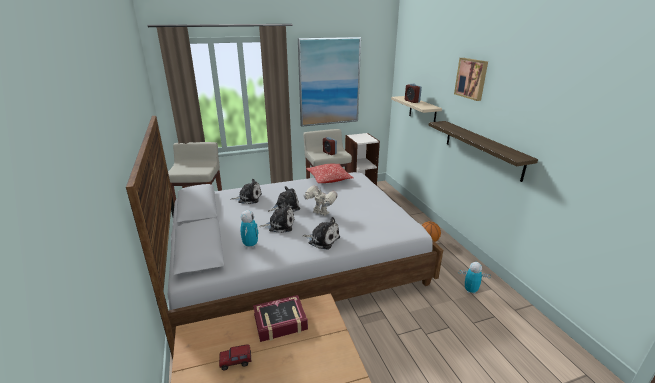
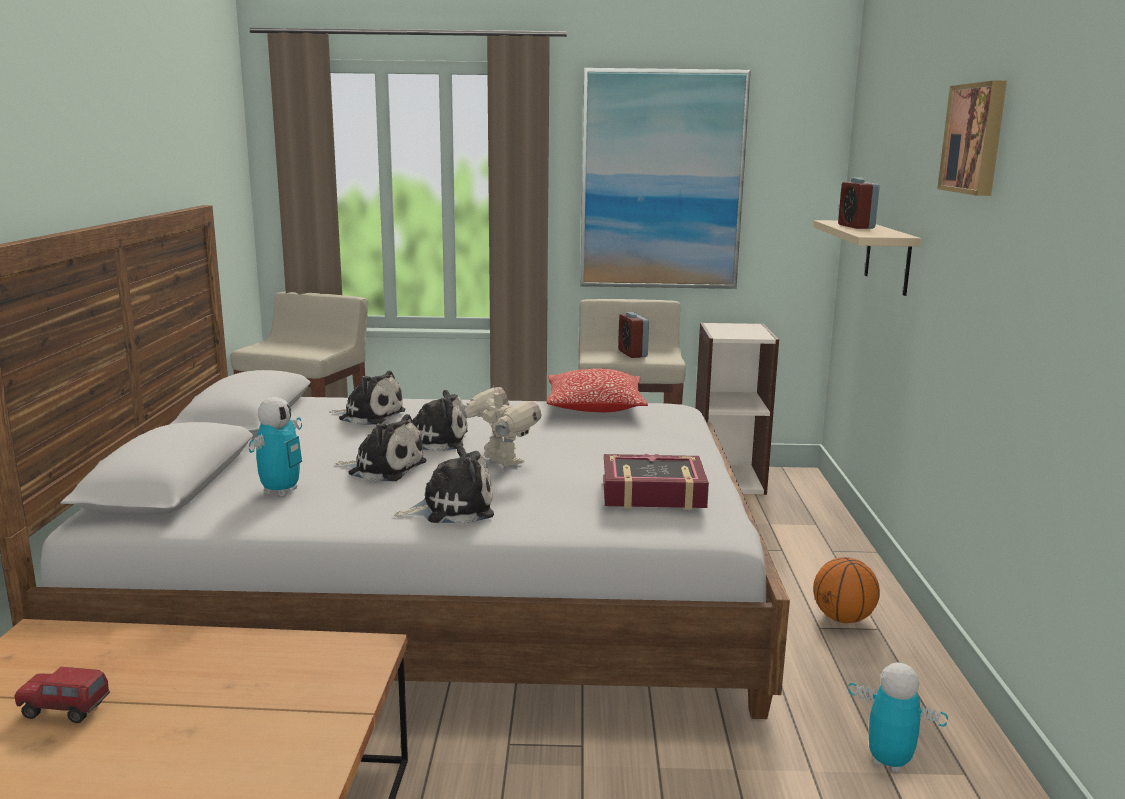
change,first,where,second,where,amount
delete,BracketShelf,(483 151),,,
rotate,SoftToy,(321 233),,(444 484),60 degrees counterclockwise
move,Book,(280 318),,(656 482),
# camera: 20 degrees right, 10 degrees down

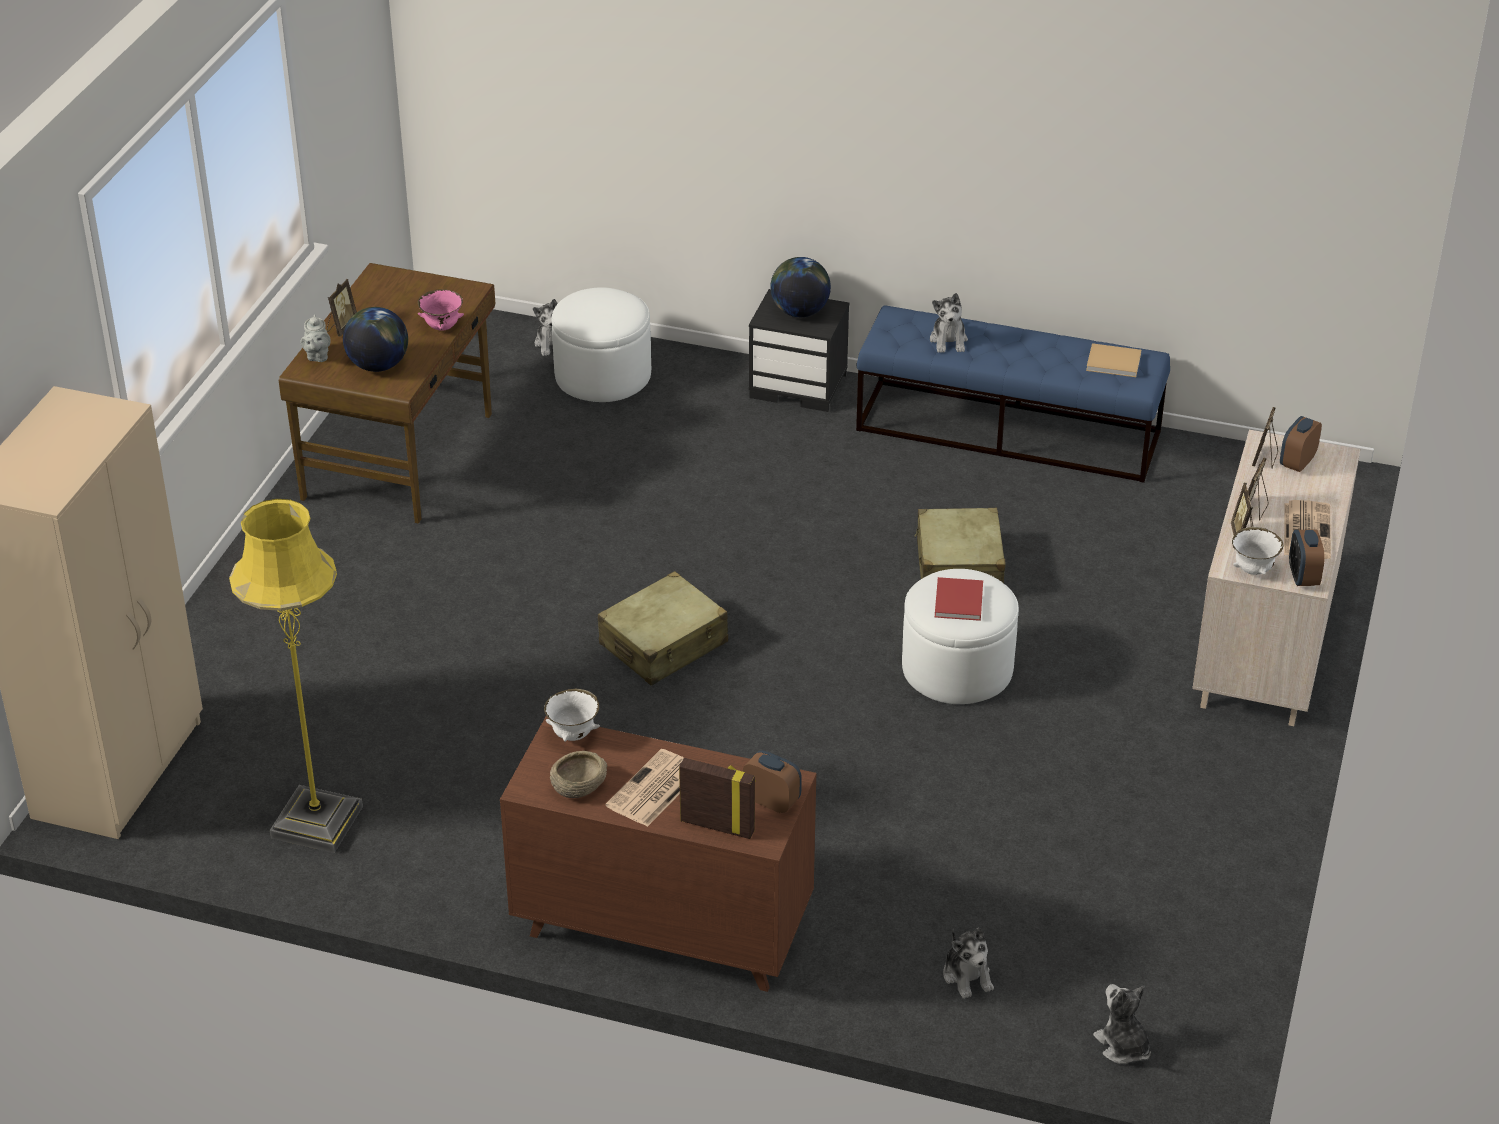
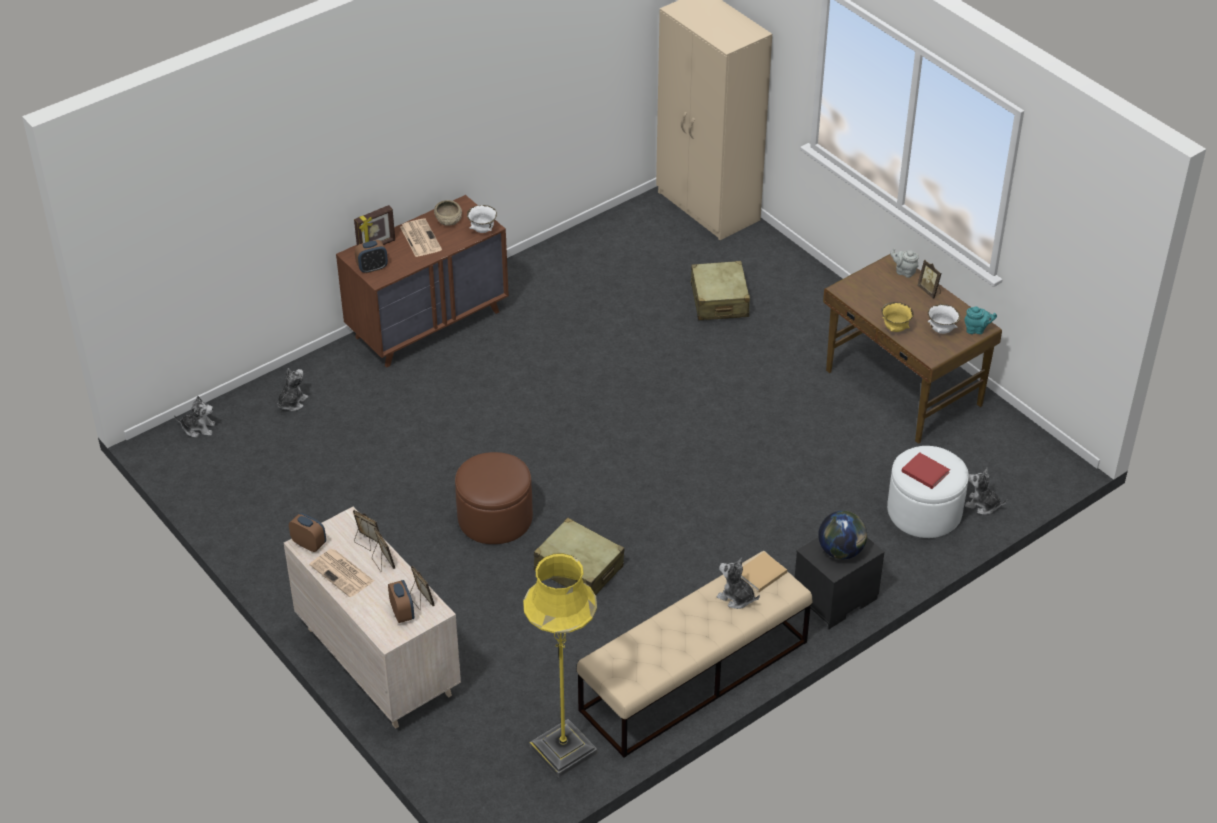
change,first,where,second,where,amount
recolor,PinkBowl,(441 310),YellowishBowl,(897 317),
recolor,BlueColouredIndoorBench,(1013 394),BeigeColouredIndoorBench,(694 654),
delete,DeskGlobe,(375 339),,,
move,BeigeColouredBook,(1113 360),,(763 572),
move,YellowishFloorLamp,(296 676),,(560 665),
move,WhiteBowl,(1258 551),,(944 319),
recolor,WhiteFootrest,(960 636),BrownColouredFootrest,(494 498),
move,BeigeColouredSuitcase,(663 628),,(720 290),
move,RedColouredBook,(959 599),,(925 470),
rotate,SoftToy,(968 963),,(293 389),105 degrees clockwise
insert,,,TurquoiseColouredTeaPot,(981 320),
# camera: 125 degrees right, 5 degrees up

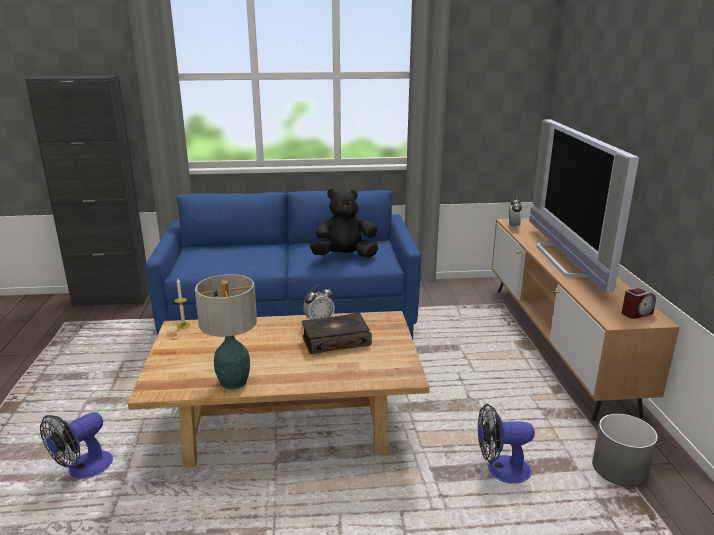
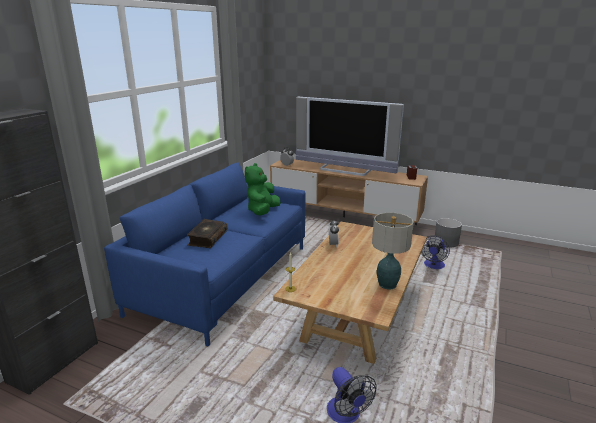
change,first,where,second,where,amount
recolor,BlackColouredSoftToy,(344 223),GreenishSoftToy,(263 189),
move,Book,(337 333),,(207 233),
# camera: 60 degrees left, 0 degrees up

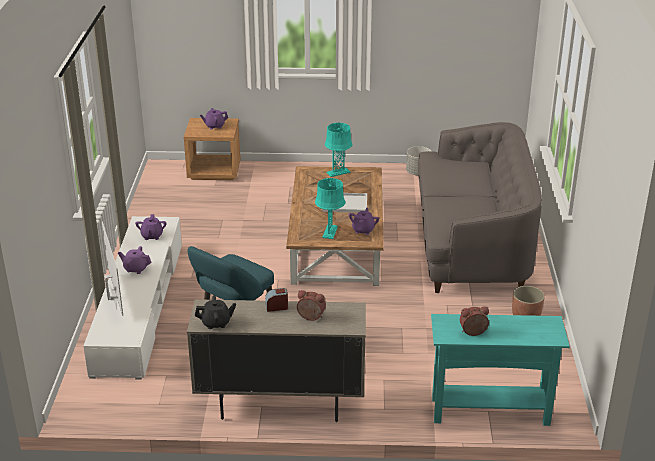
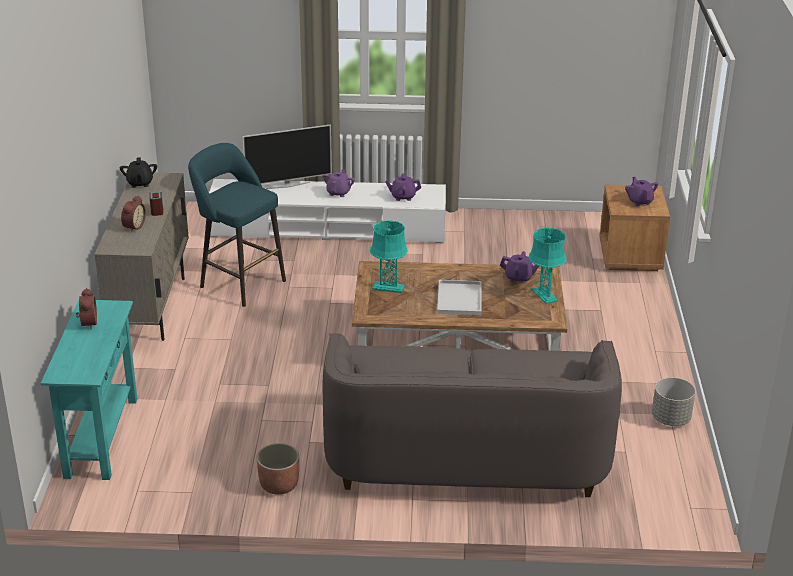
change,first,where,second,where,amount
move,PurplishTeaPot,(364 221),,(519 267),
# camera: 90 degrees right, 0 degrees up

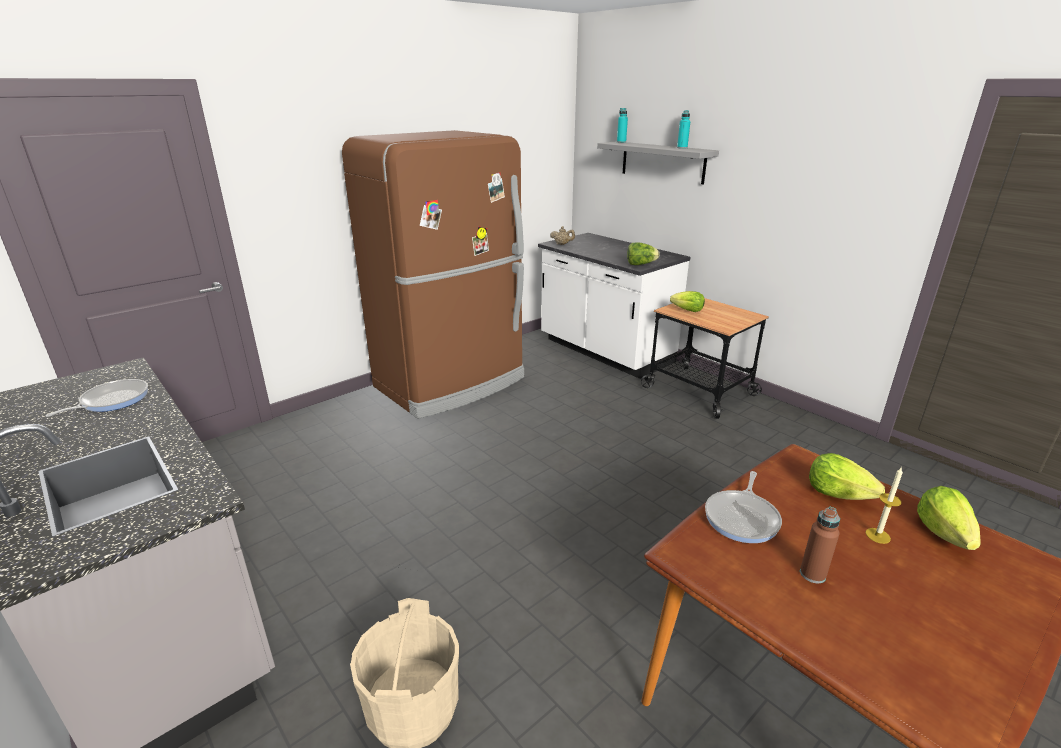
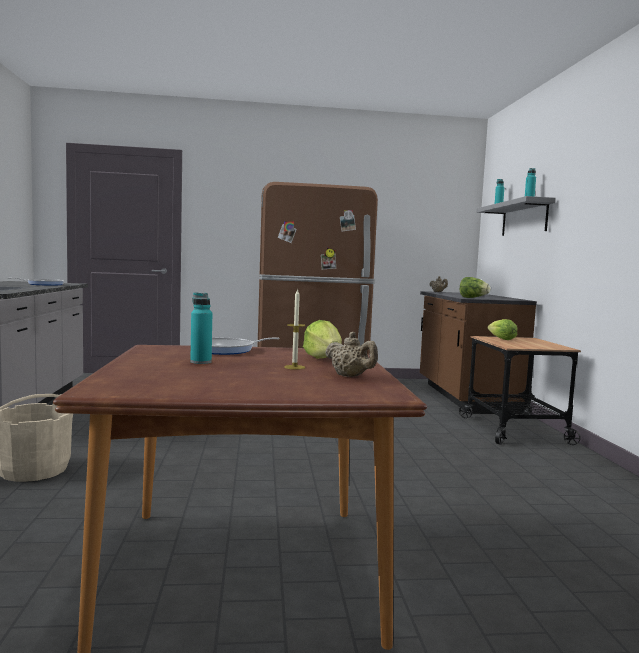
change,first,where,second,where,amount
recolor,WhiteKitchenCounter,(614 306),BrownColouredKitchenCounter,(478 352),
replace,HeadOfLettuce,(949 518),BeigeColouredTeaPot,(351 354),
recolor,BrownColouredBeverageBottle,(820 545),TurquoiseColouredBeverageBottle,(201 328),
# camera: 35 degrees right, 20 degrees down

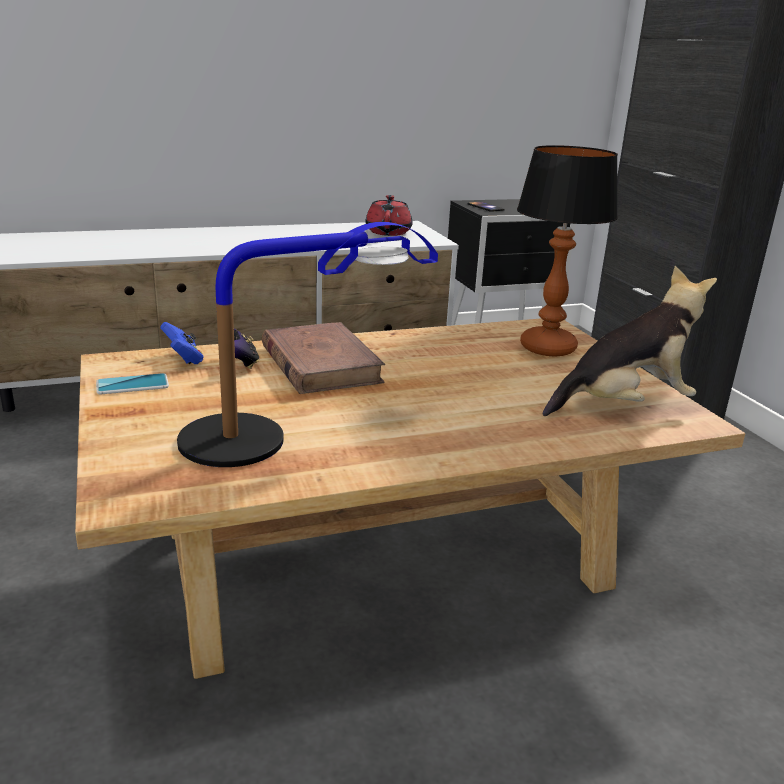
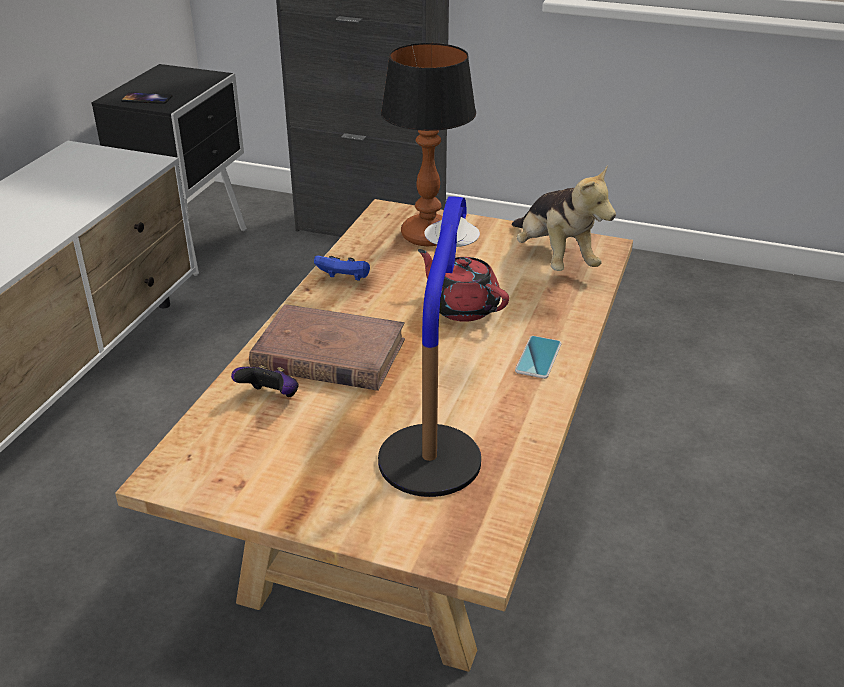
change,first,where,second,where,amount
move,RedColouredTeaPot,(389 215),,(463 285),
rotate,SoftToy,(629 341),,(564 218),135 degrees clockwise
move,BlueColouredJoypad,(182 343),,(342 268),
move,Handset,(132 383),,(538 357),
# camera: 50 degrees left, 10 degrees up

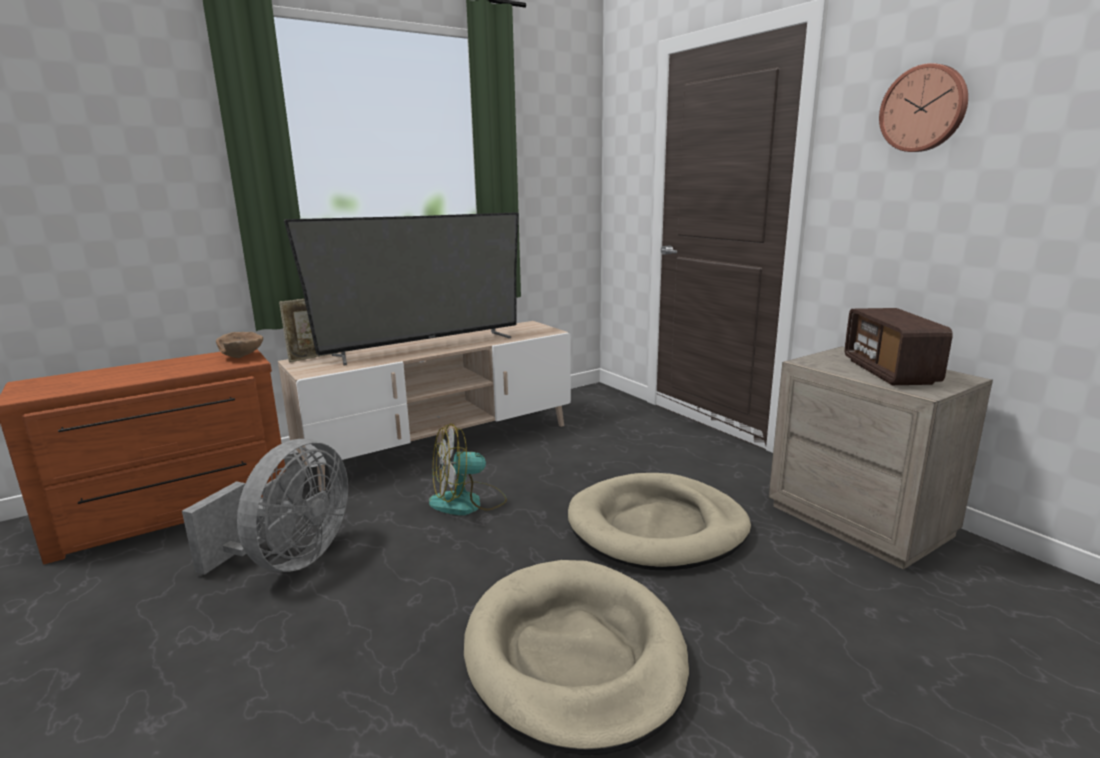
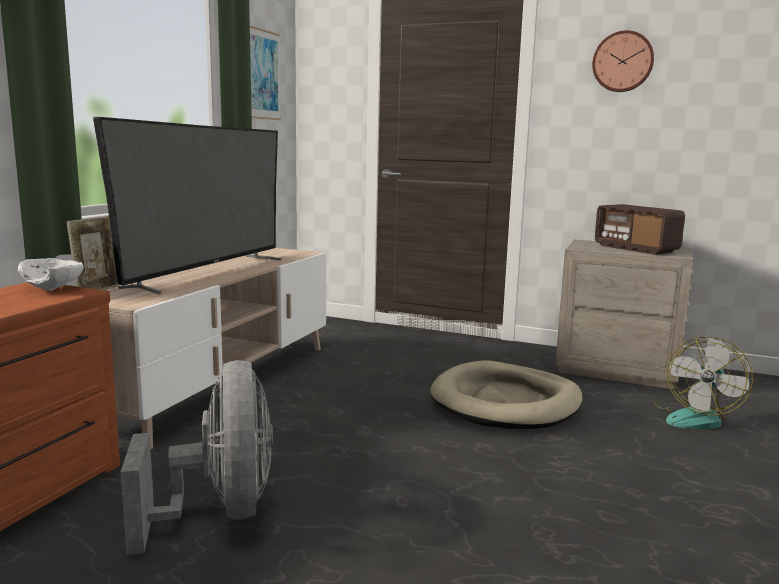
change,first,where,second,where,amount
recolor,BrownColouredBowl,(239 345),WhiteBowl,(51 274),
move,CoolingFan,(468 469),,(703 383),
delete,BeigeColouredDogCushion,(576 657),,,
insert,,,WallArt,(265 73),
# camera: 35 degrees left, 5 degrees down

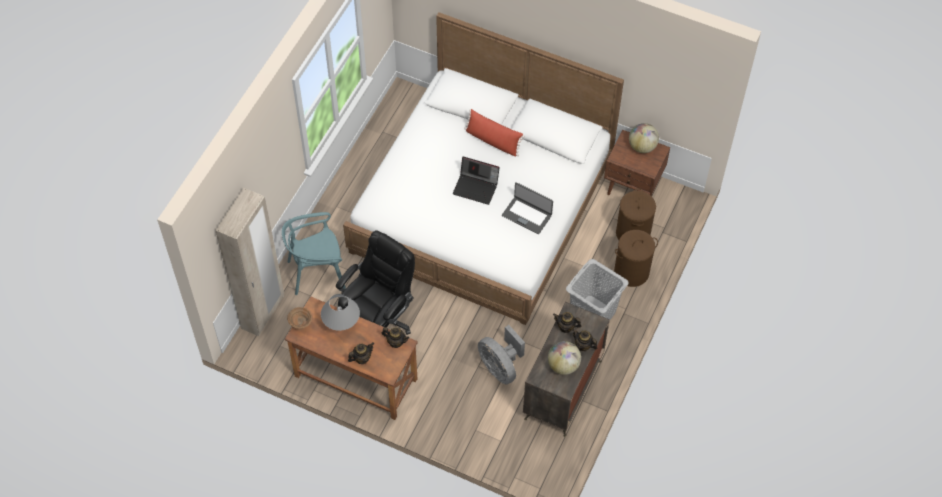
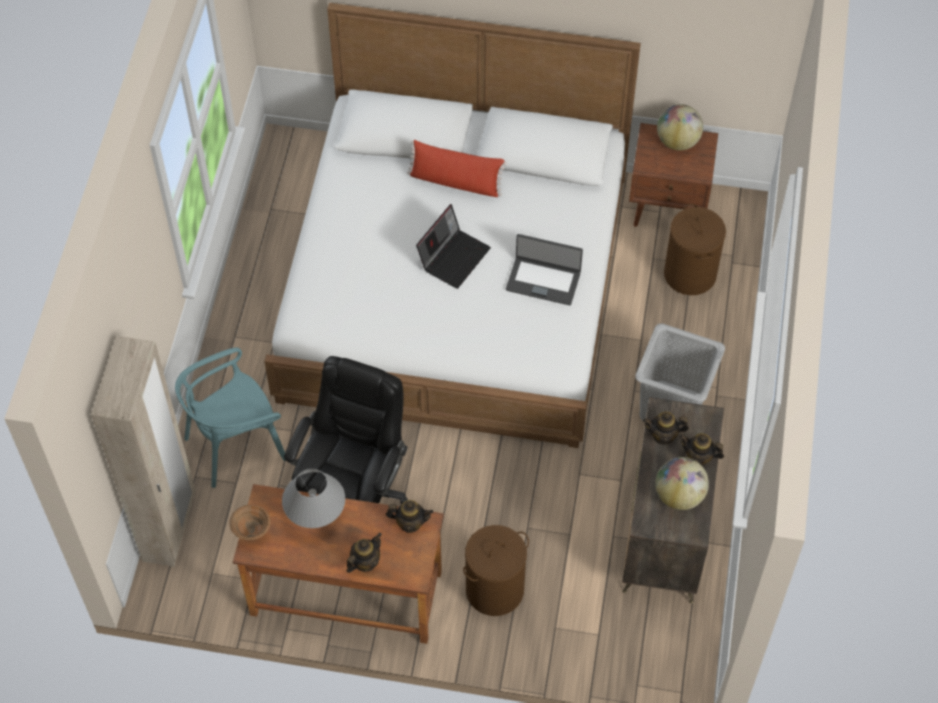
change,first,where,second,where,amount
rotate,PortableComputer,(476 180),,(453 246),60 degrees counterclockwise
move,BrownColouredWashingBasket,(636 258),,(496 570),
delete,GrayCoolingFan,(501 354),,,
# camera: 15 degrees left, 0 degrees up

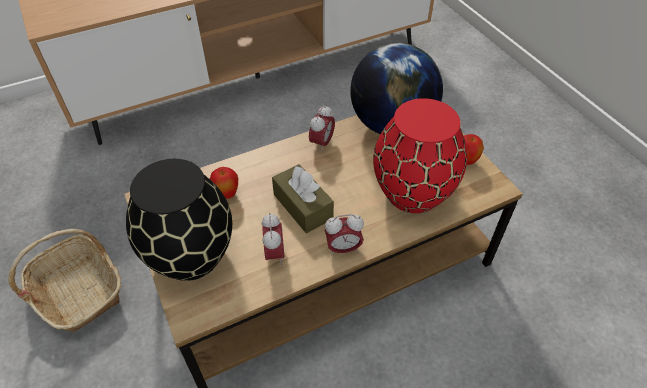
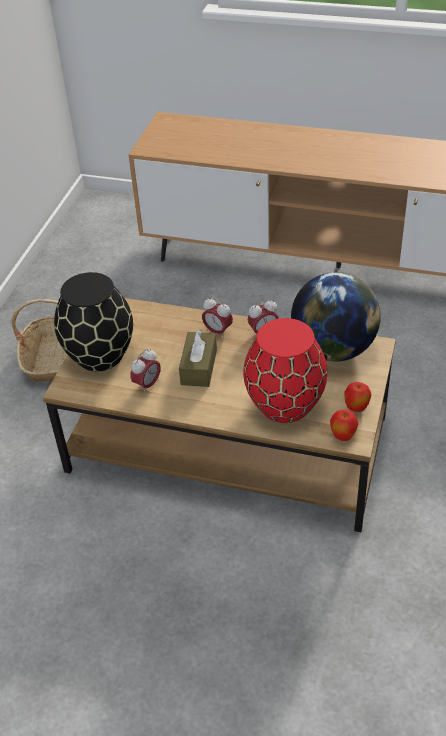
change,first,where,second,where,amount
move,AppleFruit,(224 183),,(344 425),
move,TableClock,(344 234),,(217 317),
# camera: 45 degrees right, 5 degrees down

